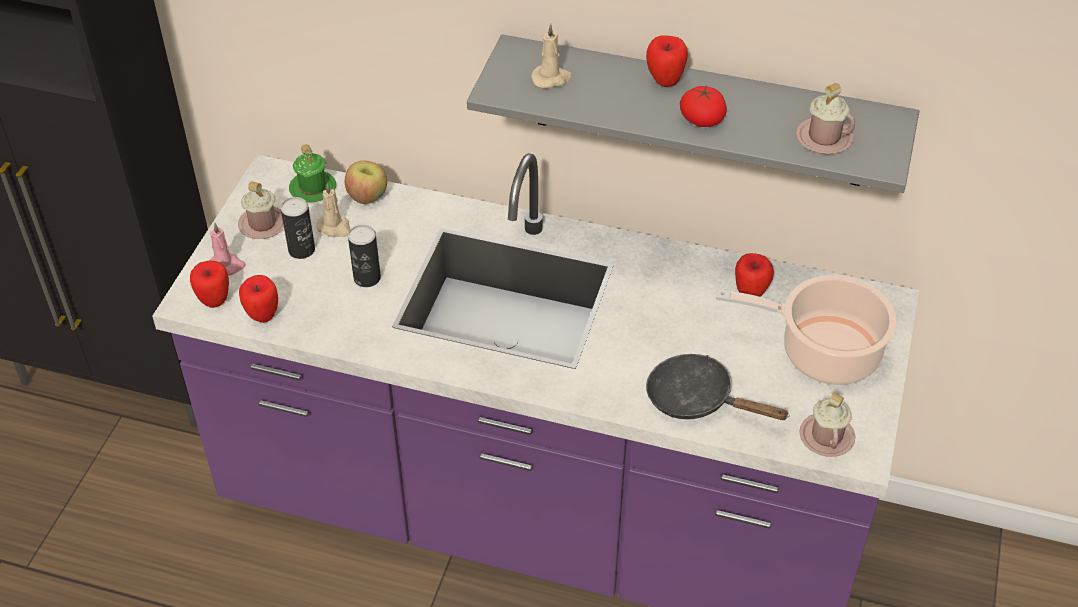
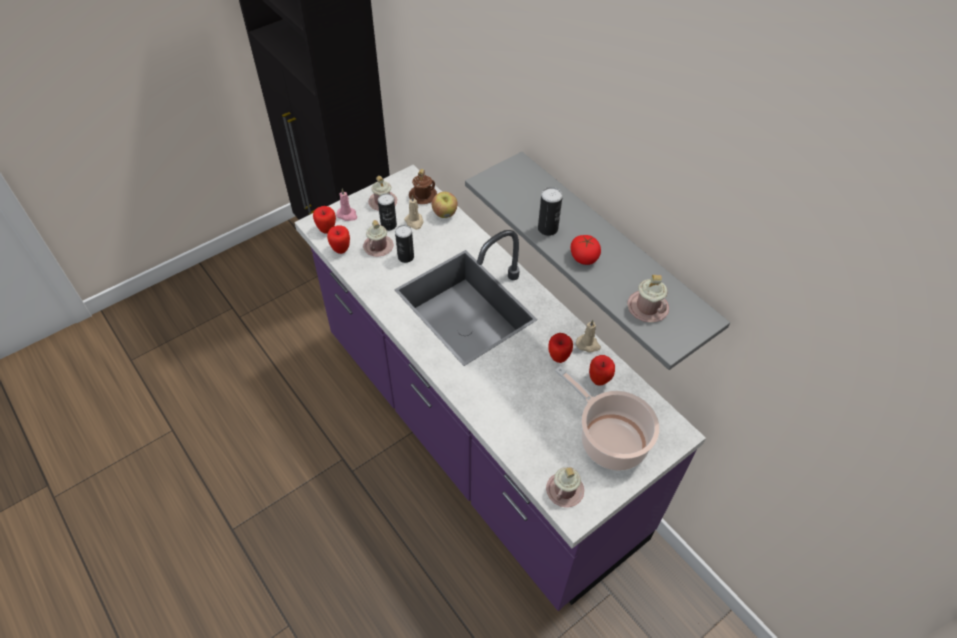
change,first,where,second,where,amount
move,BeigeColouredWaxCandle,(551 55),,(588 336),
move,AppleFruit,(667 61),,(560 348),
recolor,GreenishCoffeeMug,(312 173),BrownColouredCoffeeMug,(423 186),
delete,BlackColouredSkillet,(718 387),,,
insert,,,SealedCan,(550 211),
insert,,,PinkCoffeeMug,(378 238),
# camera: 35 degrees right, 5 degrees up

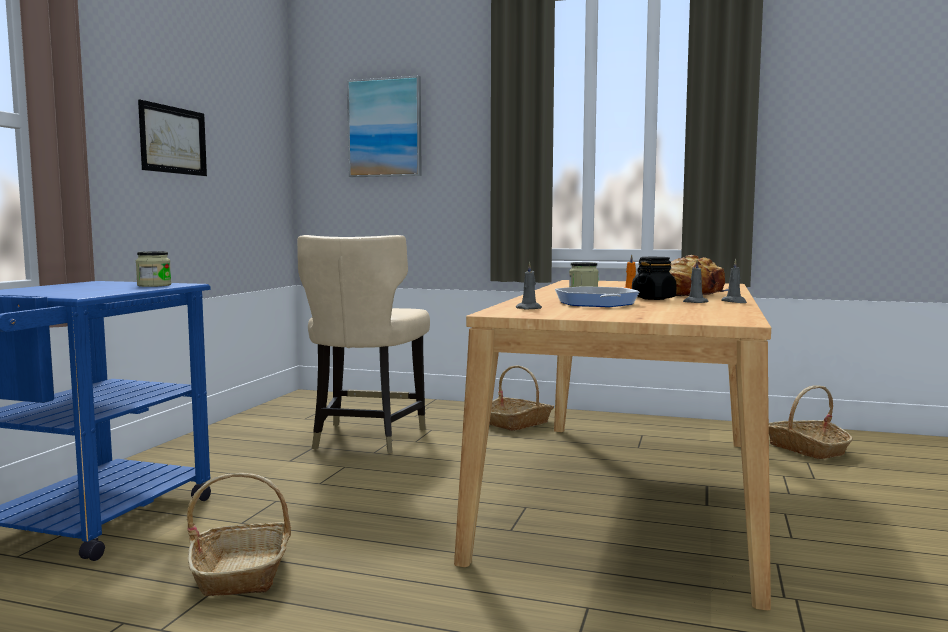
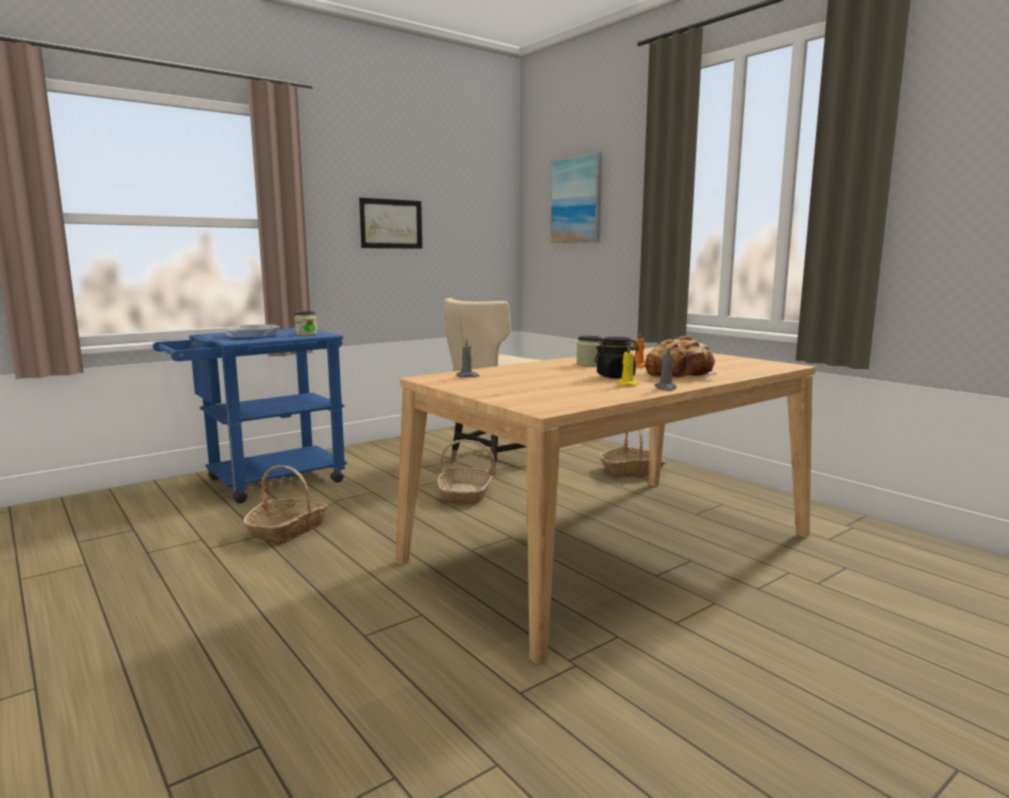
change,first,where,second,where,amount
recolor,GrayWaxCandle,(696 281),YellowishWaxCandle,(628 365),
move,Skillet,(597 296),,(251 331),
move,HouseholdBasket,(811 422),,(466 472),
# camera: 35 degrees right, 5 degrees up

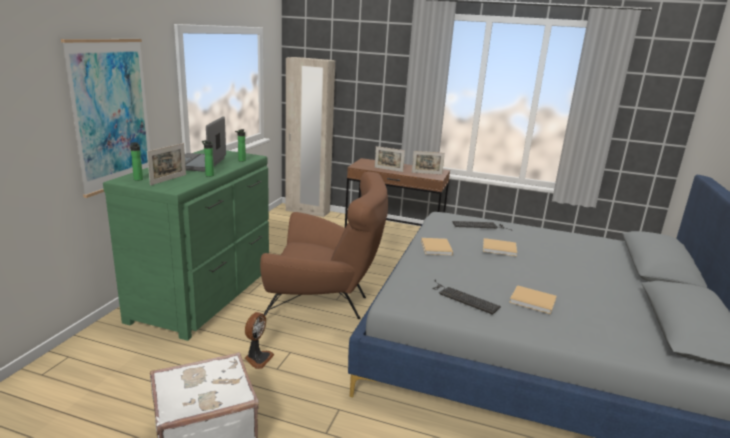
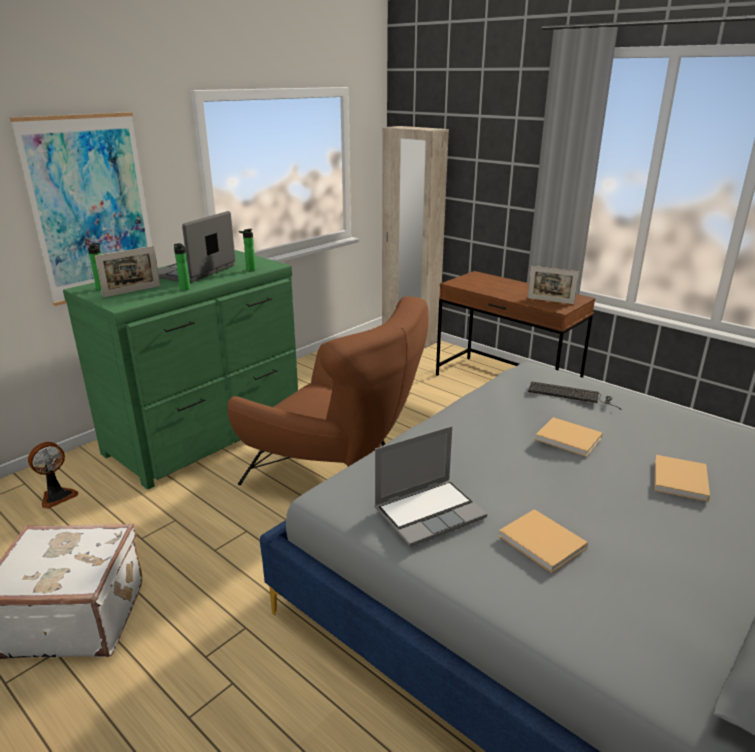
change,first,where,second,where,amount
delete,PictureFrame,(390 159),,,
move,BeigeColouredBook,(437 246),,(682 478),
replace,ComputerKeyboard,(466 297),PortableComputer,(430 486),
move,CoolingFan,(259 340),,(53 475),
# camera: 25 degrees right, 5 degrees up

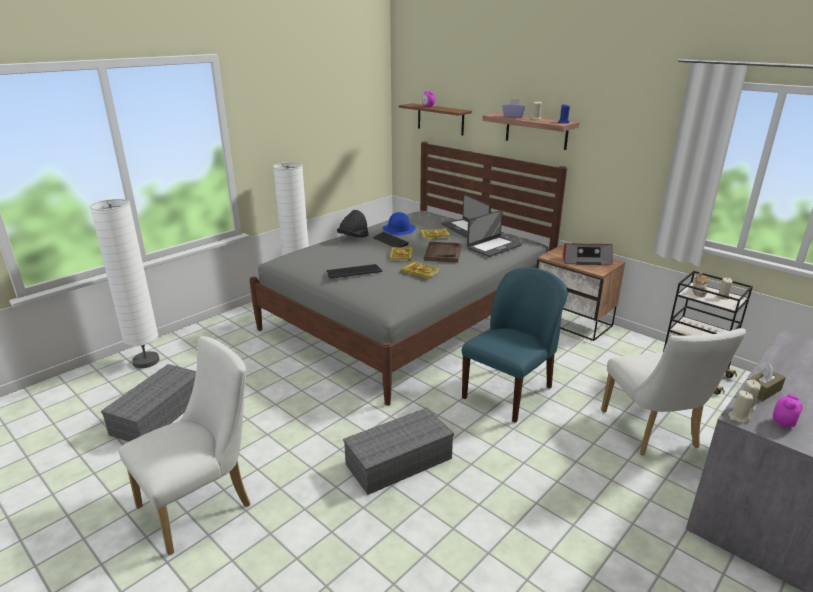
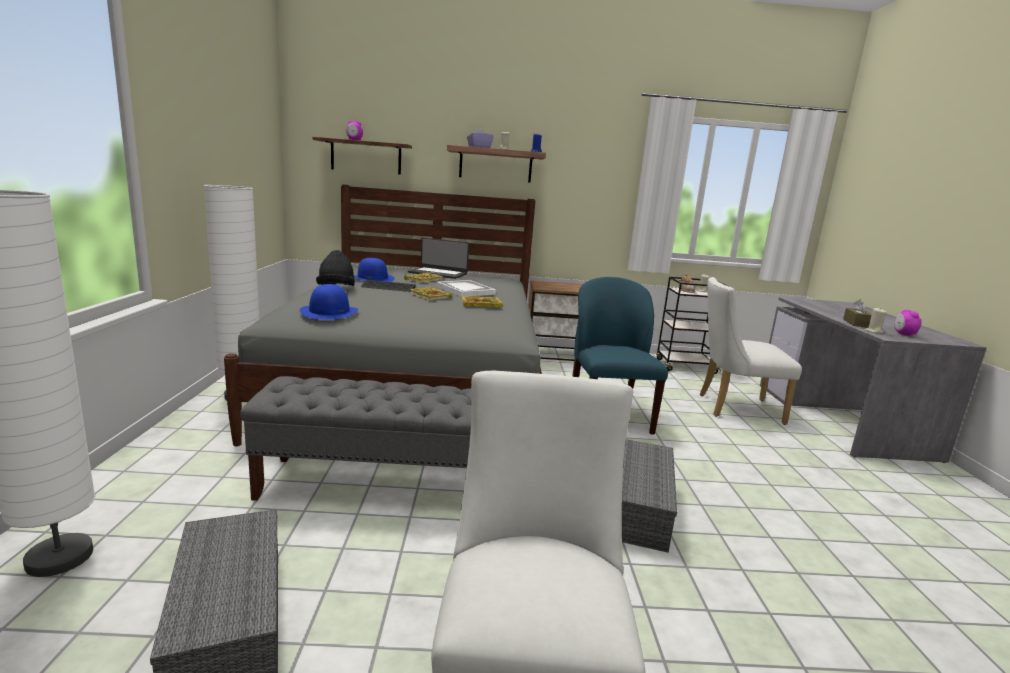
change,first,where,second,where,amount
delete,PortableComputer,(494 233),,,
recolor,BrownColouredCarryingTray,(443 252),WhiteCarryingTray,(466 288),
delete,RadioReceiver,(588 254),,,
delete,ComputerKeyboard,(354 271),,,
rotate,WhitePlainChair,(673 392),,(751 351),150 degrees clockwise
delete,BeigeColouredWaxCandle,(741 406),,,
insert,,,BlueColouredClothingHat,(329 302),
insert,,,GrayIndoorBench,(356 438),
# camera: 45 degrees left, 10 degrees down

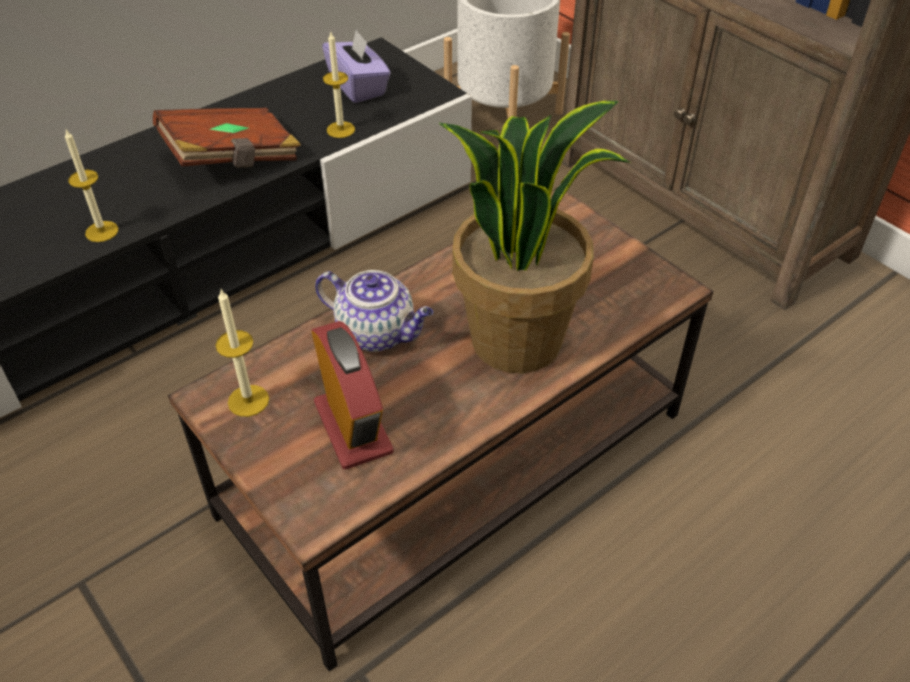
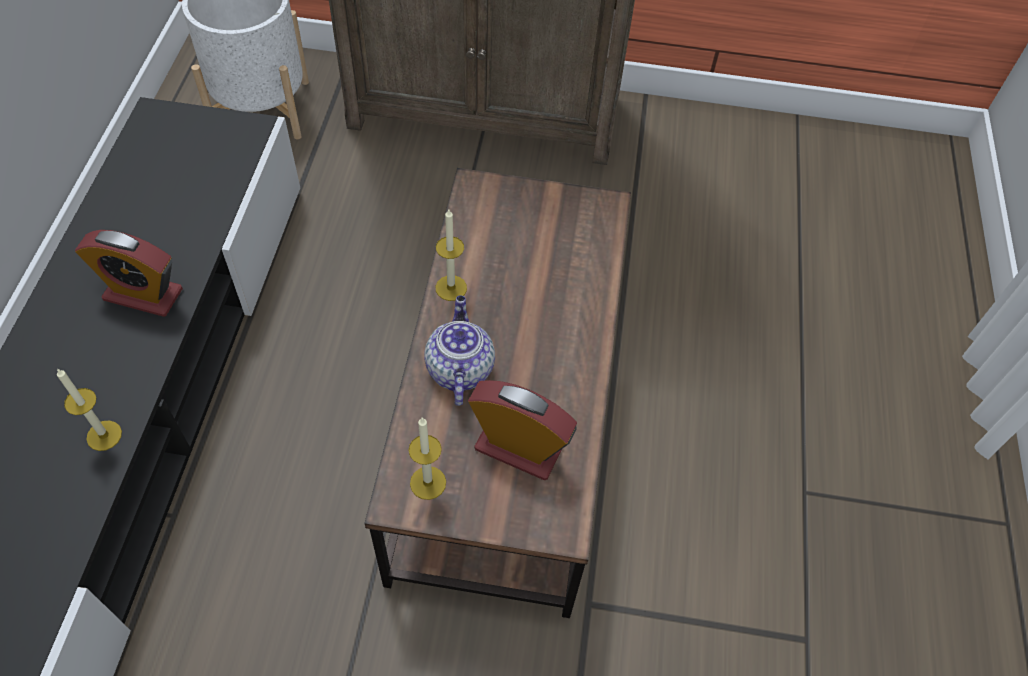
change,first,where,second,where,amount
delete,PurplishBoxOfTissues,(356 66),,,
move,WaxCandle,(339 85),,(451 255),
delete,PottedPlant,(535 237),,,
replace,BrownColouredBook,(227 137),TableClock,(129 273),
rotate,TeaPot,(374 311),,(459 350),75 degrees counterclockwise
# camera: 45 degrees left, 10 degrees up

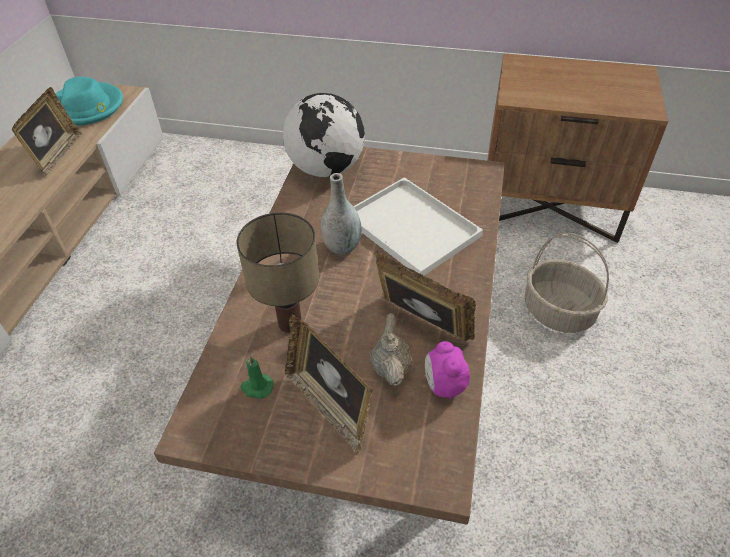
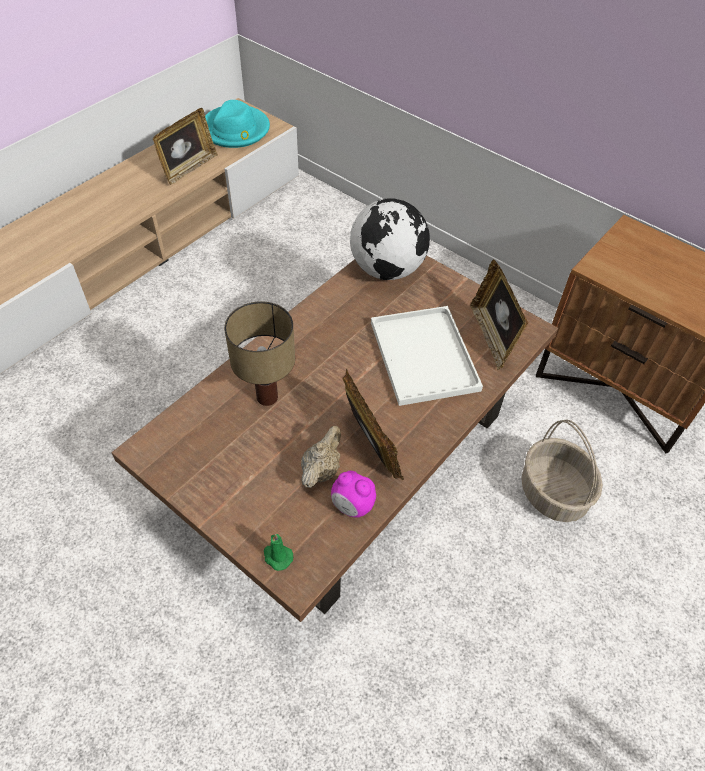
change,first,where,second,where,amount
delete,GrayDecorativeVase,(341 214),,,
move,PictureFrame,(329 384),,(499 314),
rotate,TableClock,(447 370),,(353 494),75 degrees counterclockwise
move,GreenishWaxCandle,(257 377),,(278 552),
# camera: 25 degrees right, 5 degrees up

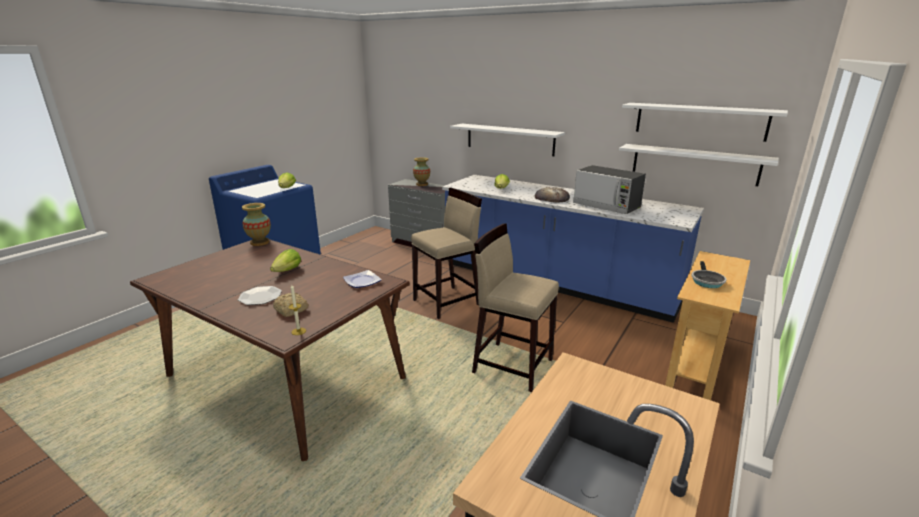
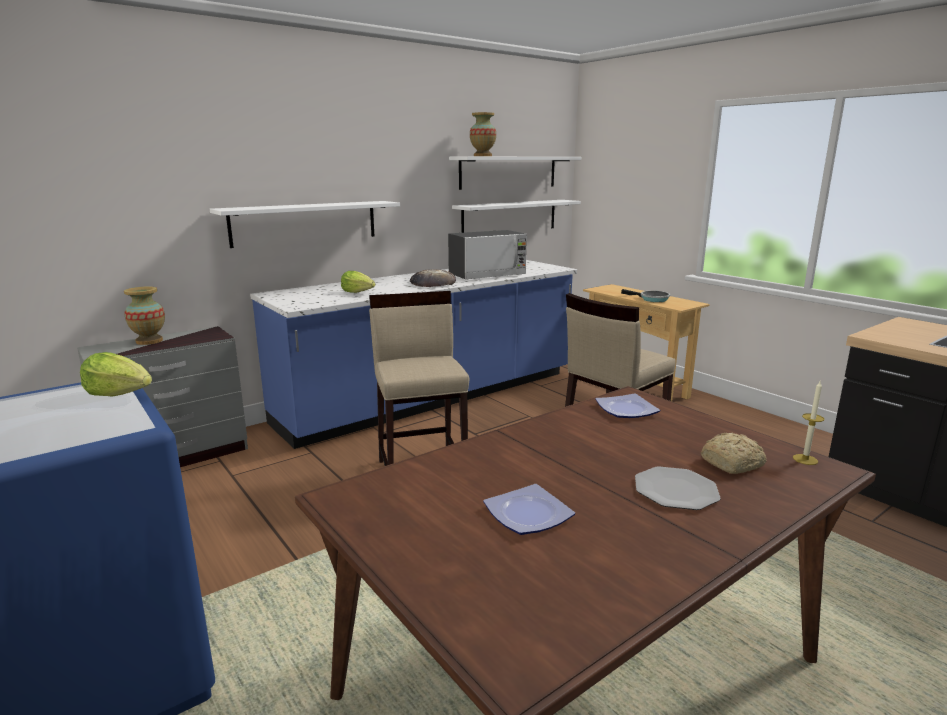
change,first,where,second,where,amount
move,DecorativeVase,(256 224),,(483 134),
delete,HeadOfLettuce,(285 260),,,
insert,,,FlatDish,(529 509),
# camera: 70 degrees left, 5 degrees down

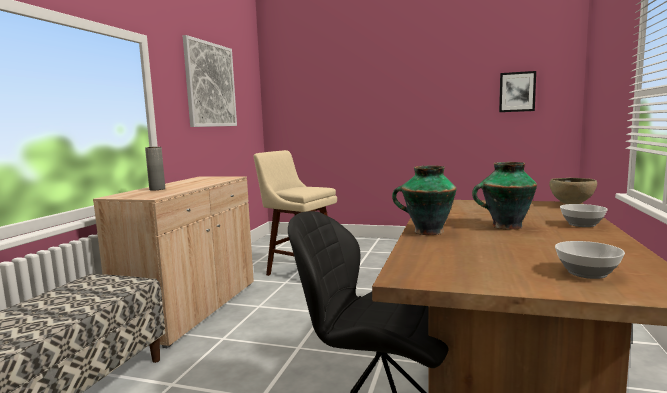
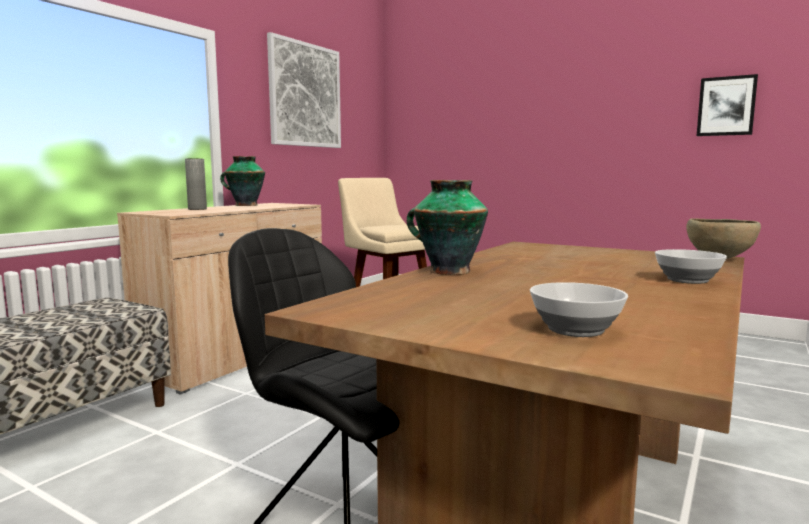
change,first,where,second,where,amount
move,DecorativeVase,(504 196),,(242 181),
# camera: 15 degrees right, 0 degrees up

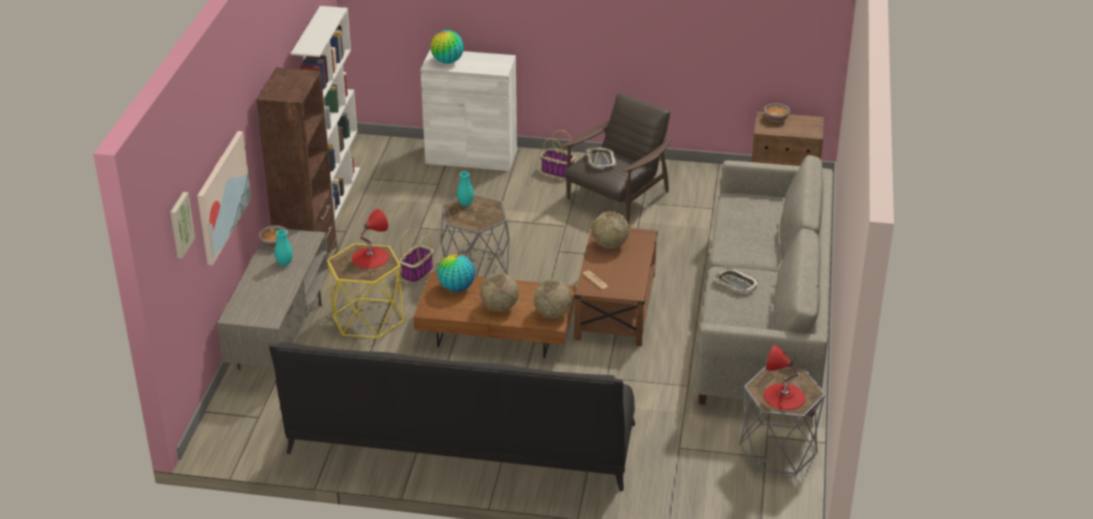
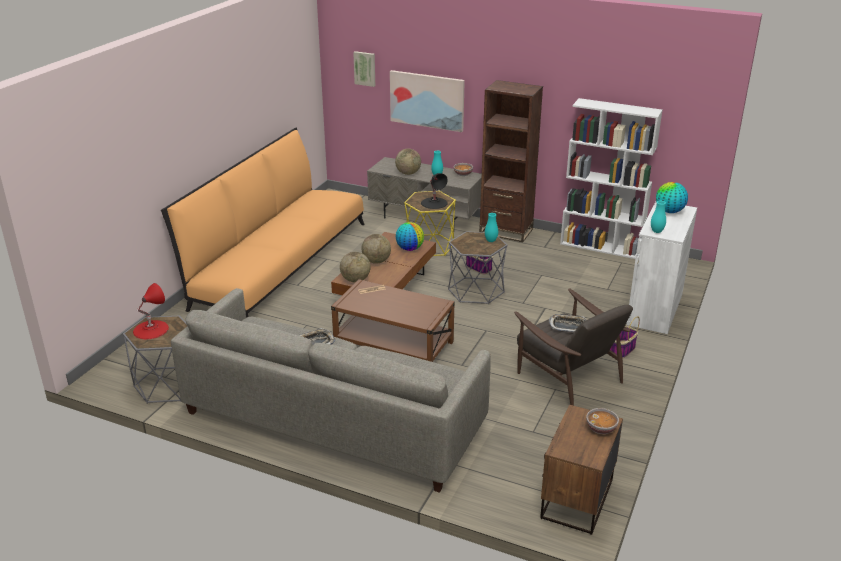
change,first,where,second,where,amount
recolor,RedColouredTableLamp,(370 239),BlackColouredTableLamp,(434 191),
move,DeskGlobe,(610 230),,(408 162),
recolor,BlackColouredSofa,(452 416),OrangeSofa,(263 222),
insert,,,TurquoiseColouredDecorativeVase,(658 217),
# camera: 105 degrees right, 5 degrees down

